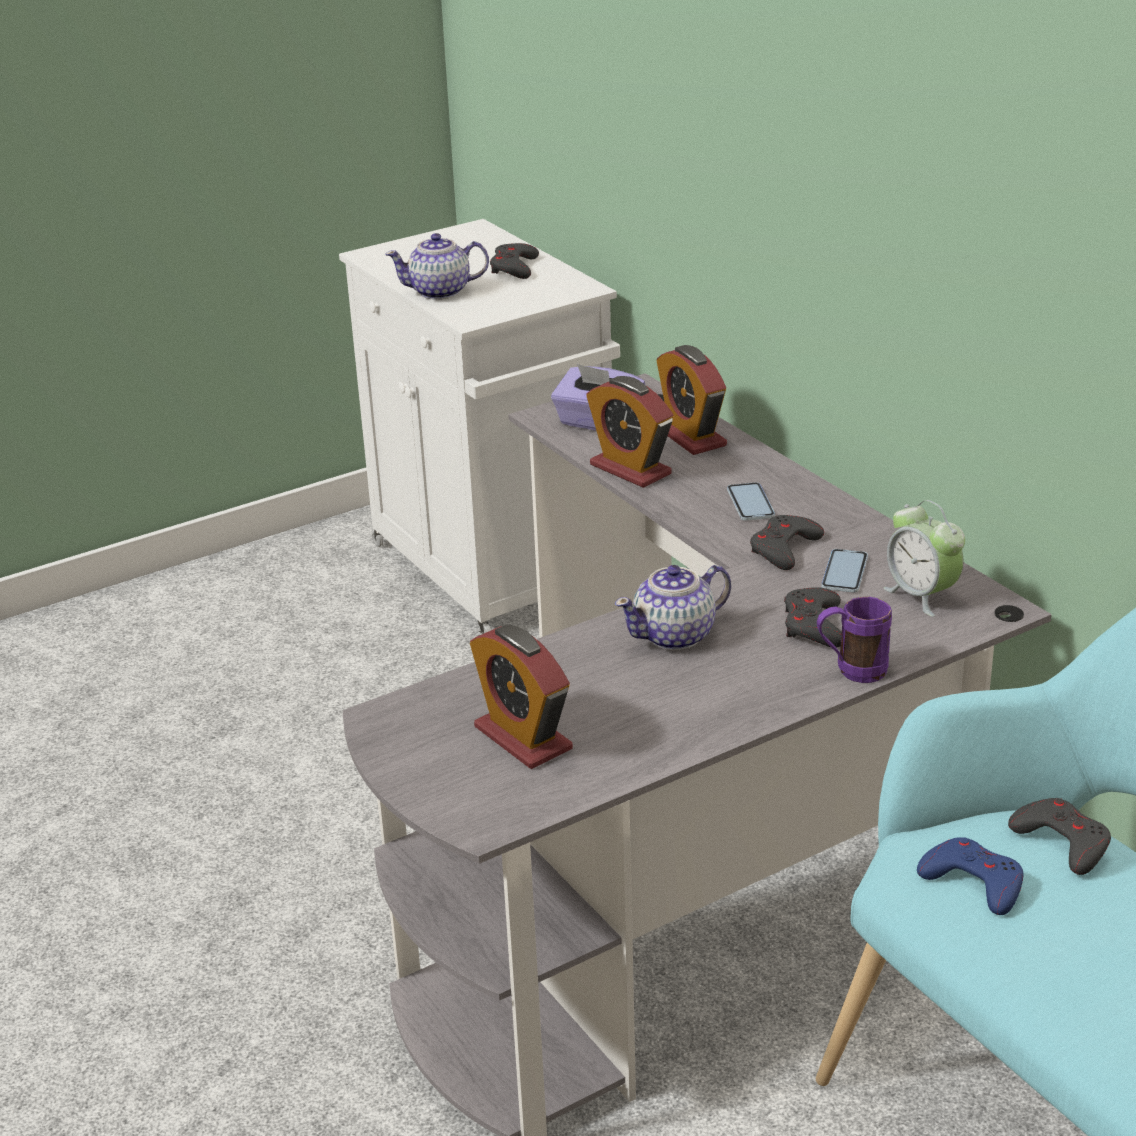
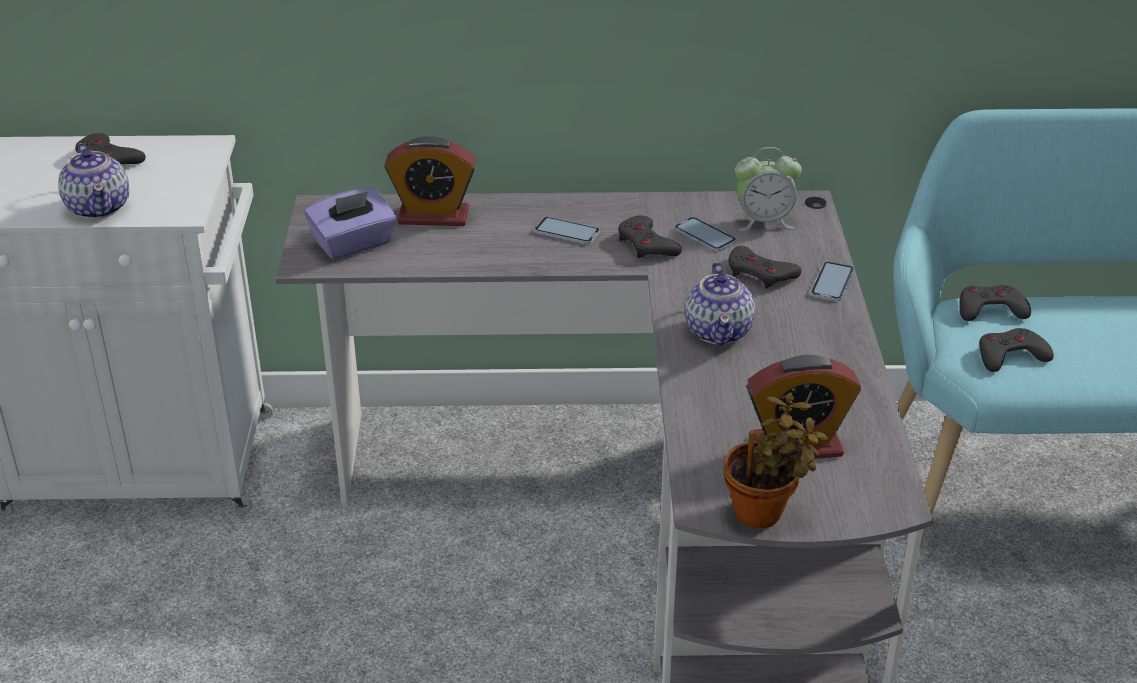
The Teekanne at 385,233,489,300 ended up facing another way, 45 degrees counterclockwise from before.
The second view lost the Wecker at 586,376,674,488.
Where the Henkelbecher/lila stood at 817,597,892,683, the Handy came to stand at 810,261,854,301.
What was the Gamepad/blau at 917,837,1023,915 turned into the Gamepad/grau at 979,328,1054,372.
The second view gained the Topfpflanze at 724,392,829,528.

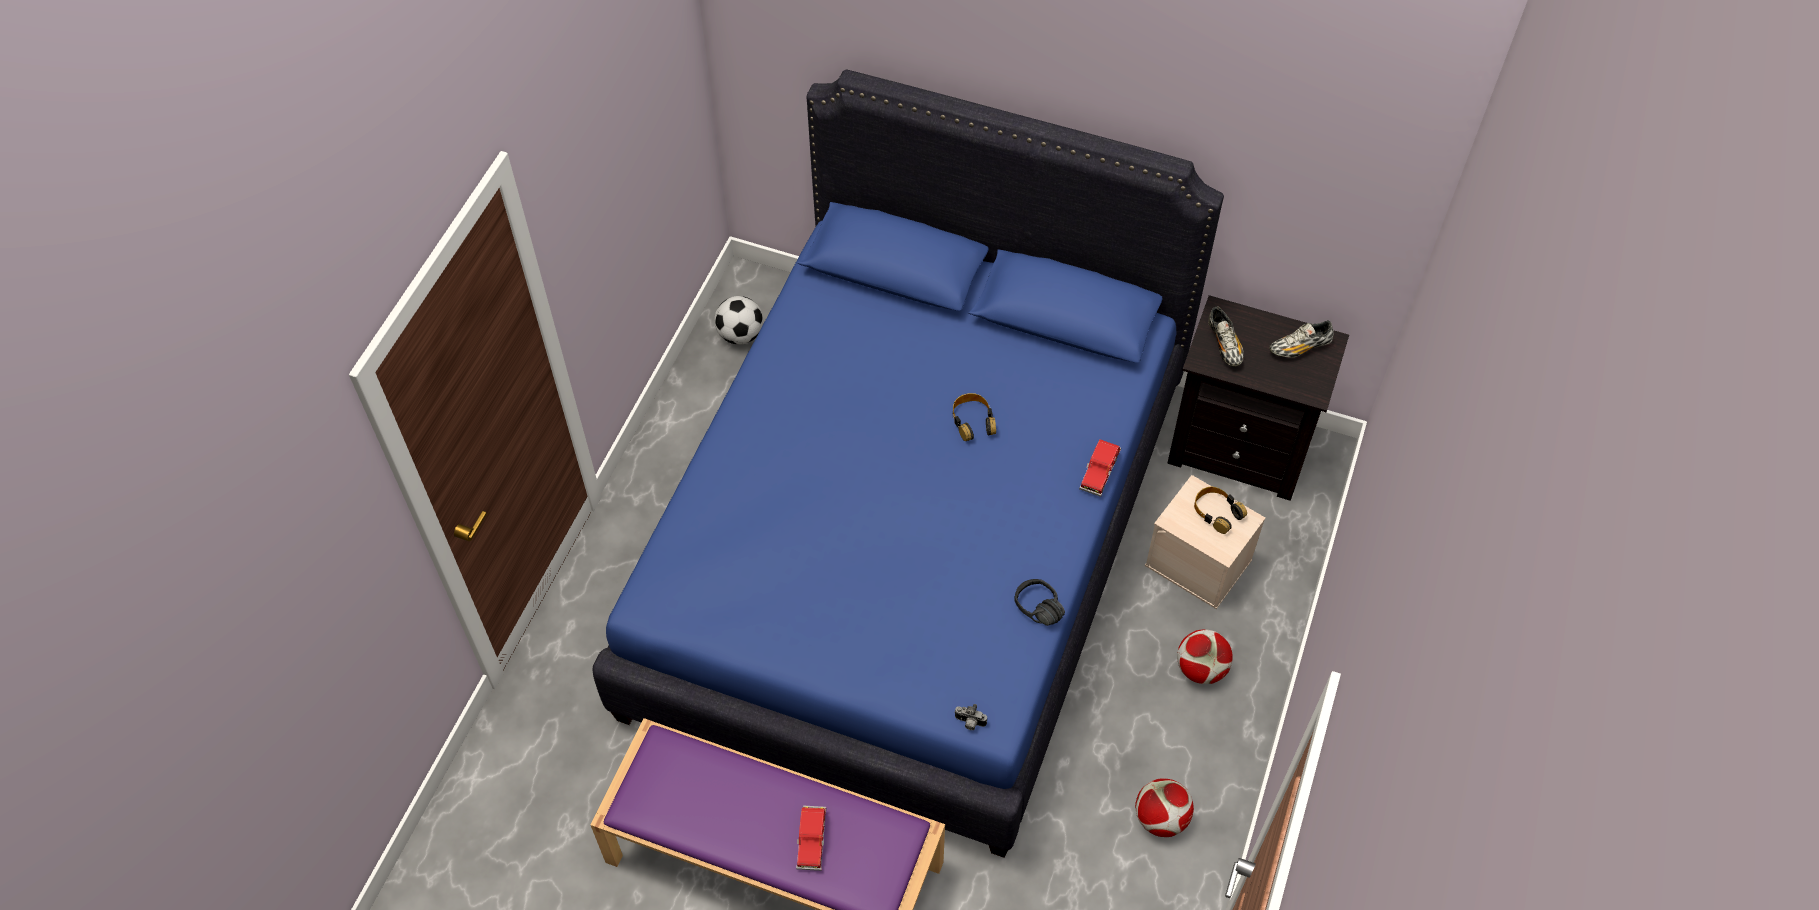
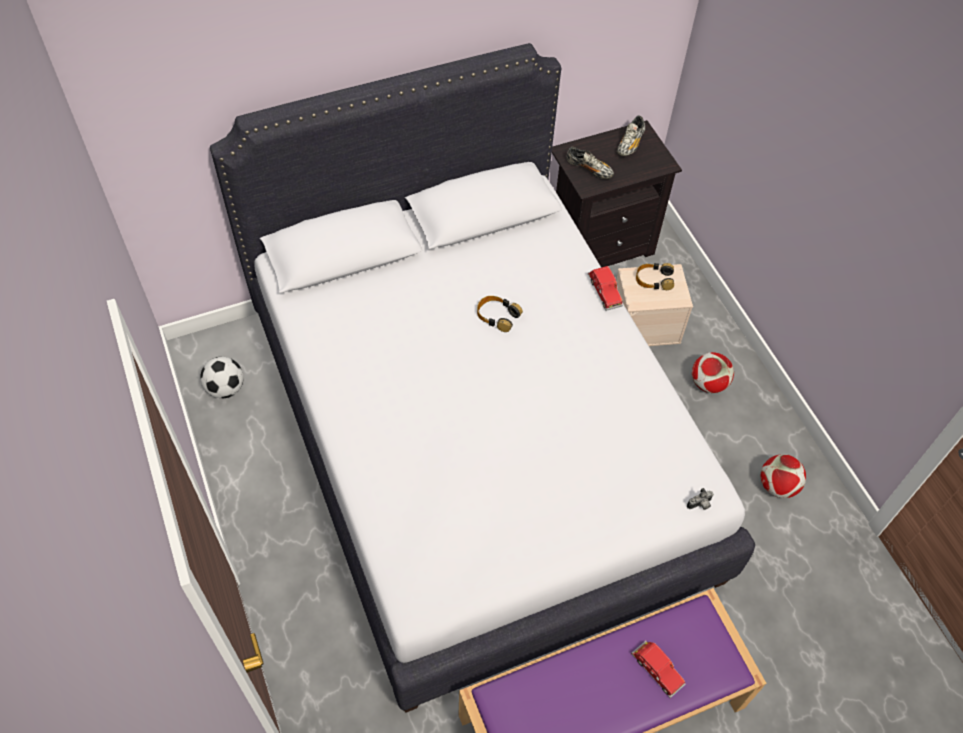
What was the Bett/blau at 592,69,1224,858 turned into the Bett/weiß at 210,43,755,713.
The second view lost the Kopfhörer/schwarz at 1014,579,1065,626.

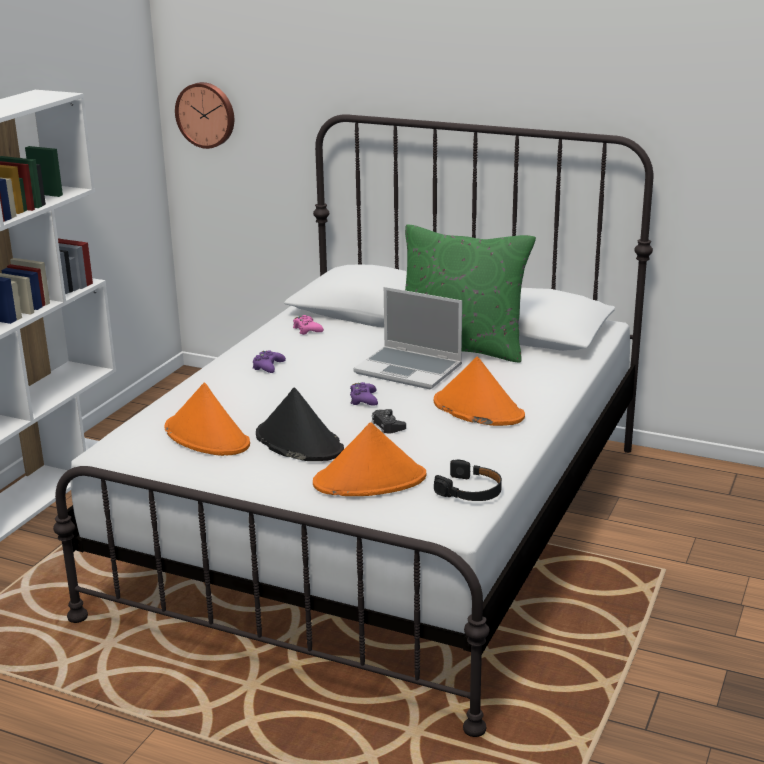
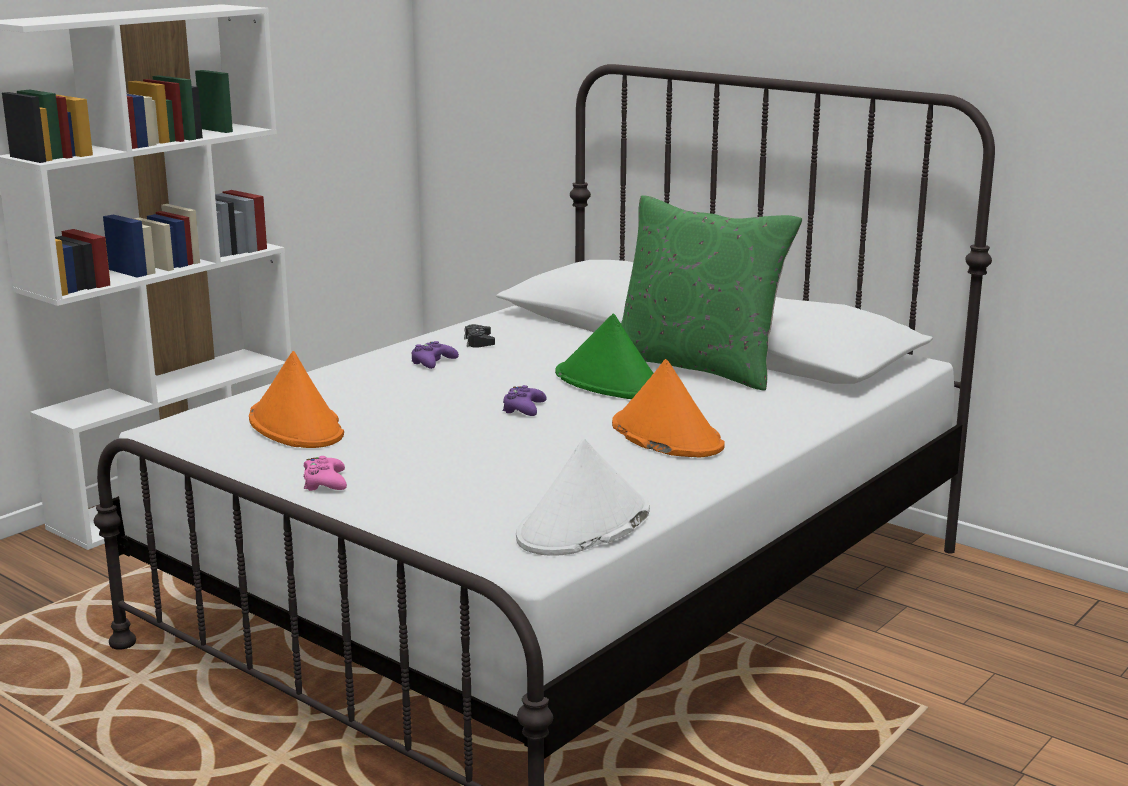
The second view lost the Wanduhr at 175,82,234,149.
Where the Laptop stood at 353,287,462,389, the Hut/grün came to stand at 555,314,653,399.
The Gamepad/rosa ended up elsewhere, having gone from 293,315,324,335 to 303,456,347,491.
The second view lost the Hut/schwarz at 256,388,344,461.
The Gamepad/schwarz ended up elsewhere, having gone from 372,409,406,434 to 464,324,495,348.
The second view lost the Hut/orange at 313,422,427,496.
Where the Kopfhörer/schwarz stood at 434,459,502,501, the Hut/weiß came to stand at 516,439,650,556.

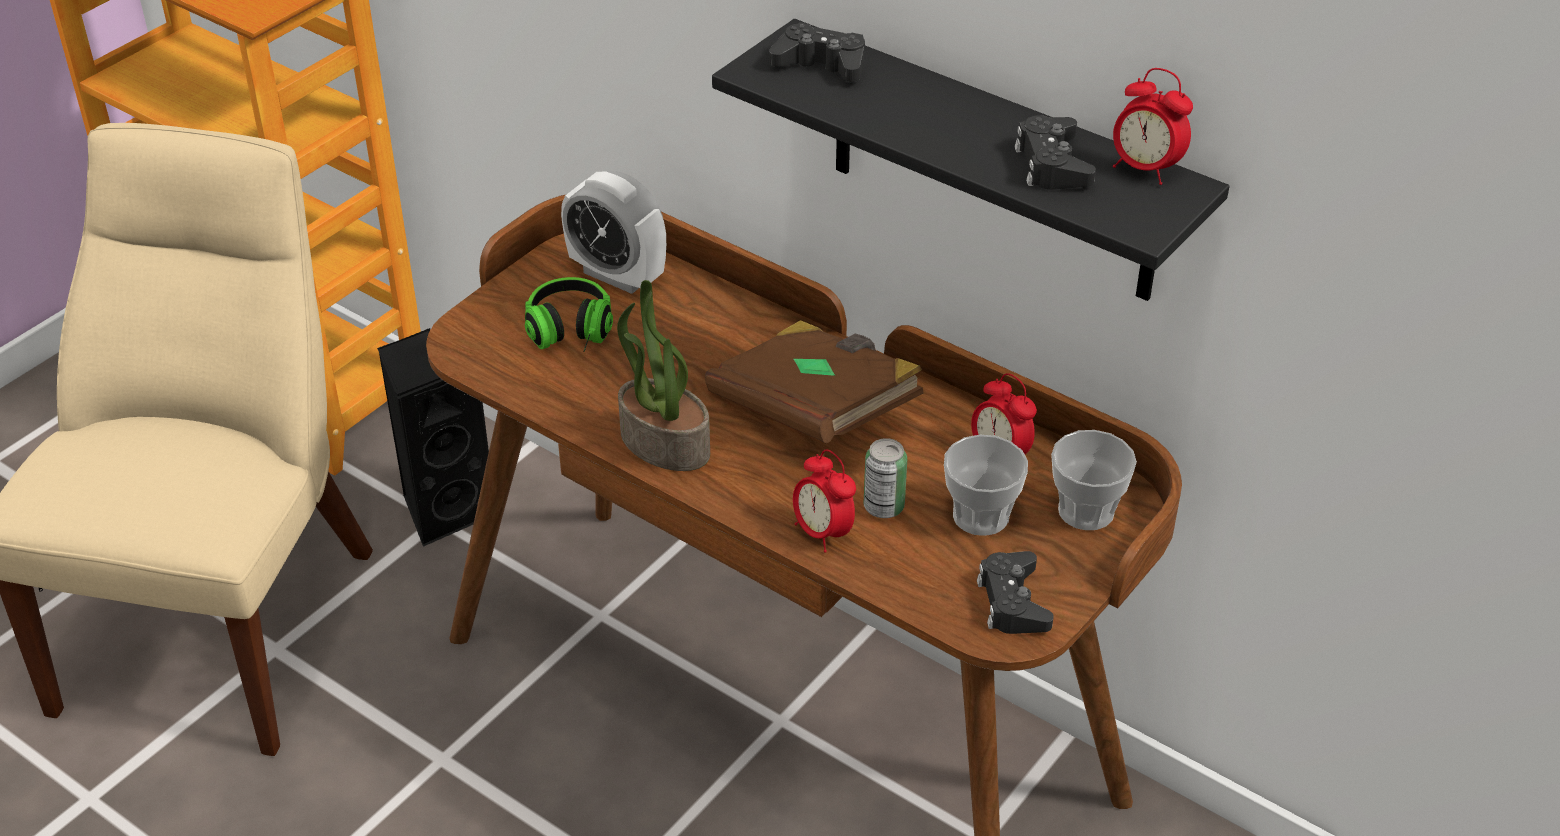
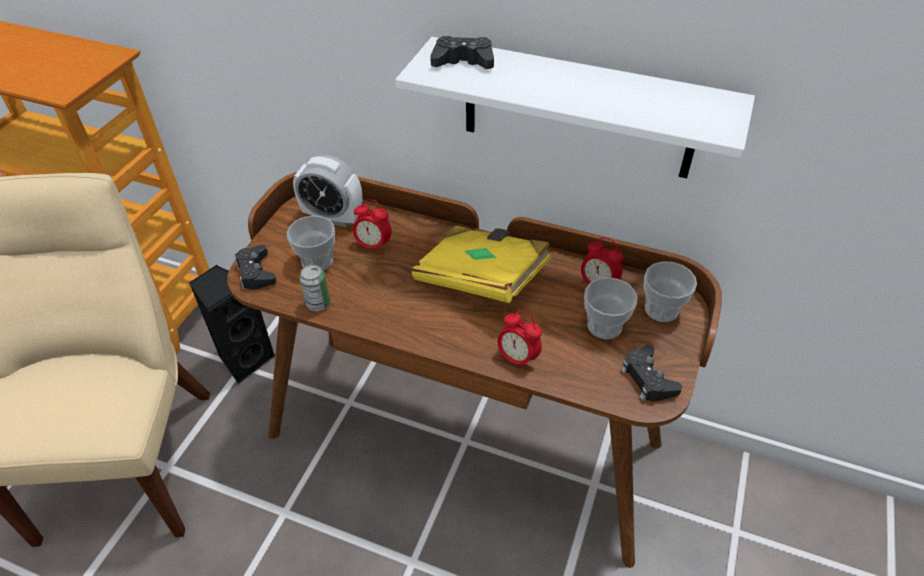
What was the Wandregal/schwarz at 712,19,1229,301 turned into the Wandregal/weiß at 395,37,755,178.
The Wecker ended up elsewhere, having gone from 1113,68,1193,185 to 353,199,392,254.
The Gamepad/schwarz ended up elsewhere, having gone from 1015,115,1096,190 to 234,245,277,290.
Where the Kopfhörer stood at 525,277,613,352, the Tasse came to stand at 287,215,335,271.
The second view lost the Topfpflanze at 617,280,710,471.
What was the Buch/braun at 705,320,923,444 turned into the Buch/gelb at 411,226,551,303.
The Dose ended up elsewhere, having gone from 864,438,907,518 to 299,264,330,311.

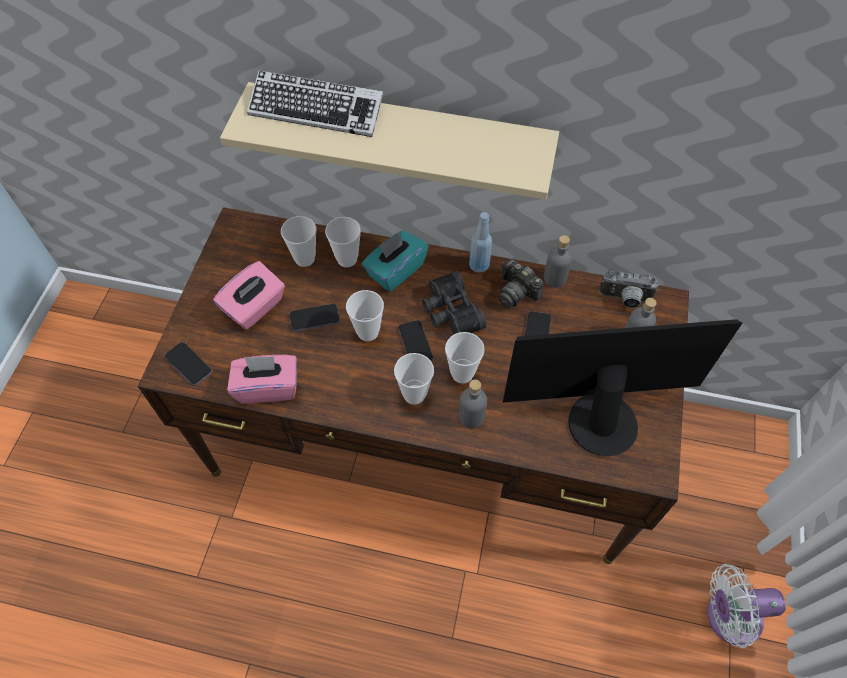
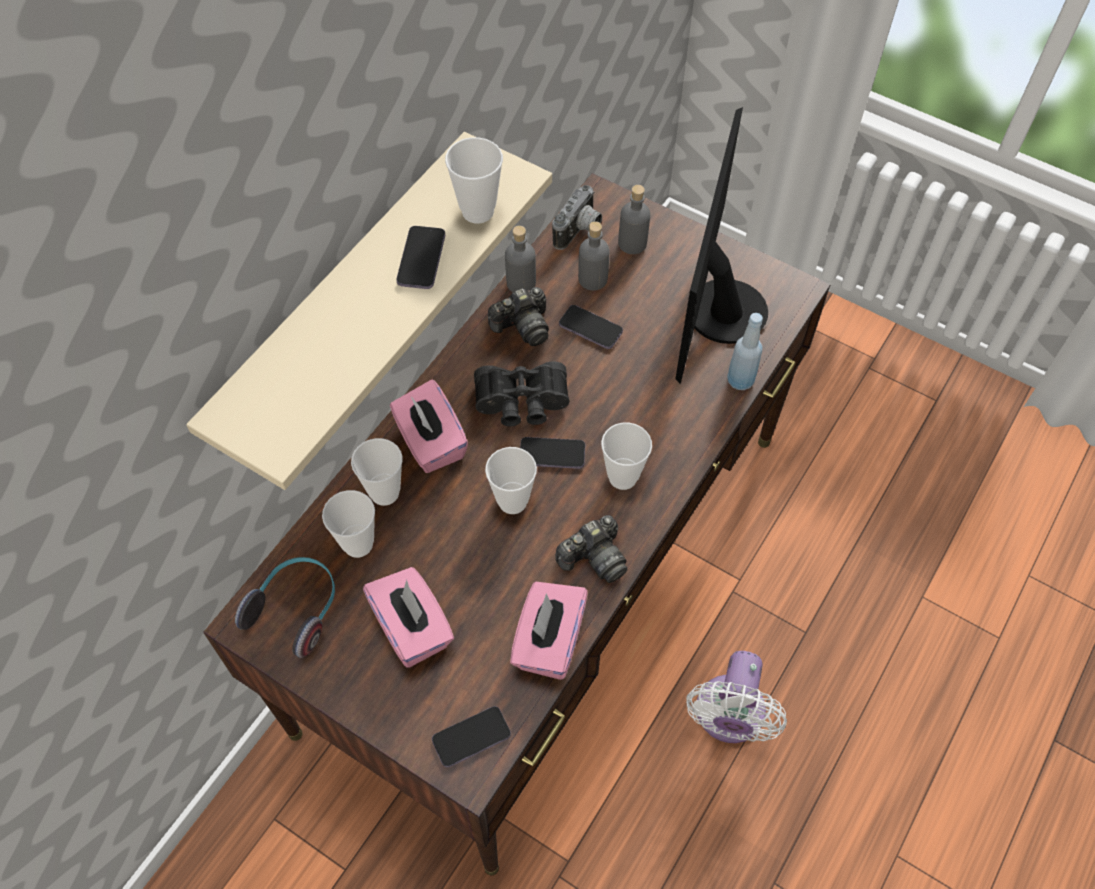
The second view lost the Tastatur at 247,70,383,137.
The Flasche/blau ended up elsewhere, having gone from 469,212,492,273 to 727,313,763,390.
What was the Taschentuchbox/türkis at 362,230,429,292 turned into the Taschentuchbox/rosa at 390,379,468,473.
The Handy ended up elsewhere, having gone from 289,304,340,331 to 396,226,445,289.
The Tasse ended up elsewhere, having gone from 445,332,485,384 to 445,137,503,224.
The Flasche/grau ended up elsewhere, having gone from 459,379,487,429 to 578,221,609,291.
The Ventilator/weiß ended up elsewhere, having gone from 708,564,786,648 to 686,651,787,743.
The second view gained the Kamera at 555,515,628,583.
The second view gained the Kopfhörer at 235,557,335,658.

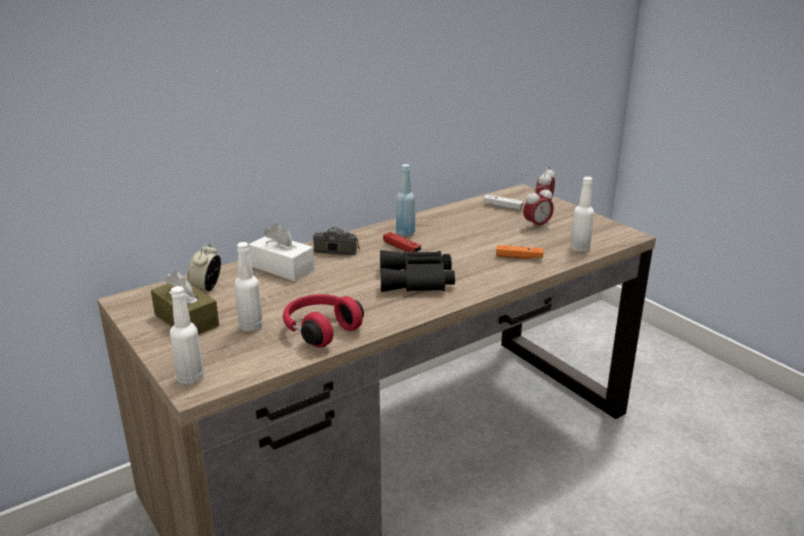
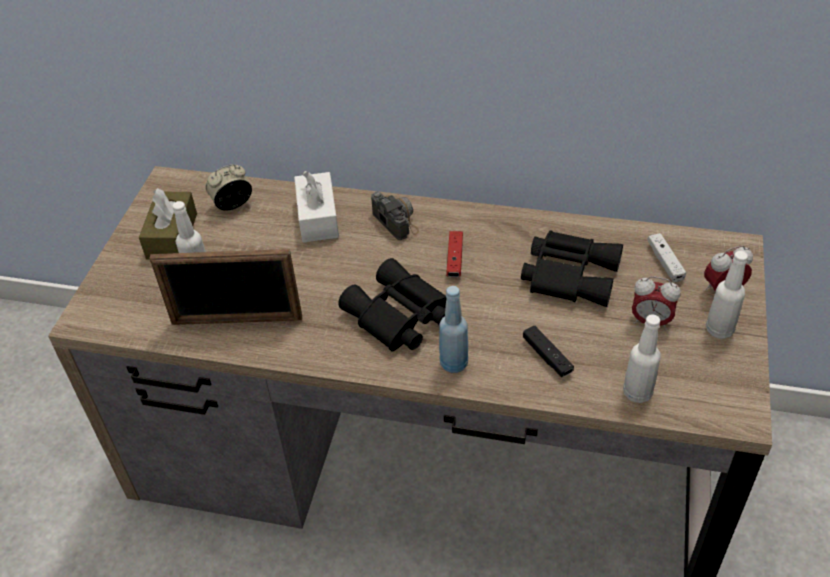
The Flasche/blau ended up elsewhere, having gone from 396,164,415,237 to 439,286,468,373.
What was the Gamepad/orange at 496,245,544,259 turned into the Gamepad/schwarz at 523,326,574,377.
The Flasche/weiß ended up elsewhere, having gone from 170,286,204,385 to 706,251,748,339.
Where the Kopfhörer/rot stood at 283,294,364,348, the Bilderrahmen came to stand at 149,249,302,325.
The second view gained the Fernglas/schwarz at 521,230,623,307.

